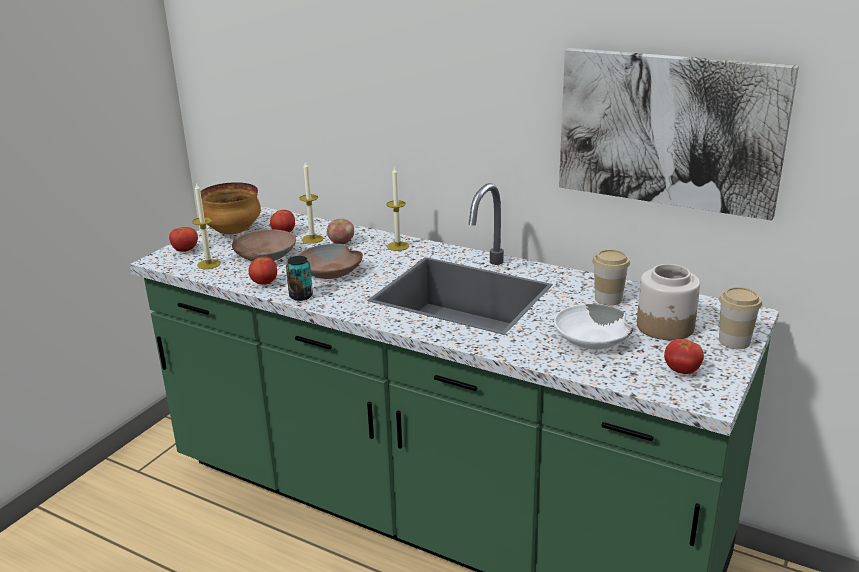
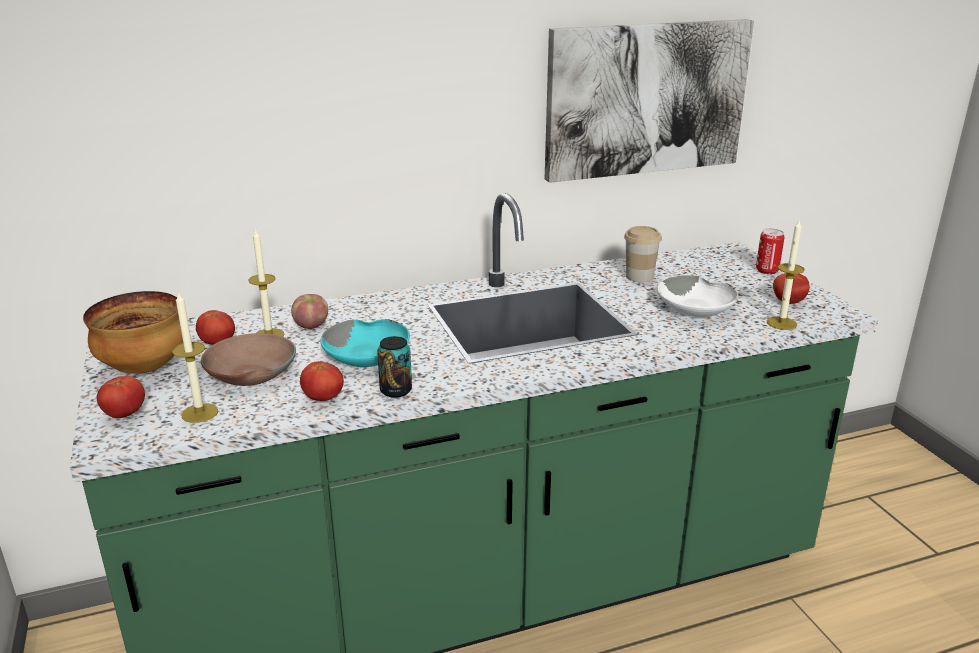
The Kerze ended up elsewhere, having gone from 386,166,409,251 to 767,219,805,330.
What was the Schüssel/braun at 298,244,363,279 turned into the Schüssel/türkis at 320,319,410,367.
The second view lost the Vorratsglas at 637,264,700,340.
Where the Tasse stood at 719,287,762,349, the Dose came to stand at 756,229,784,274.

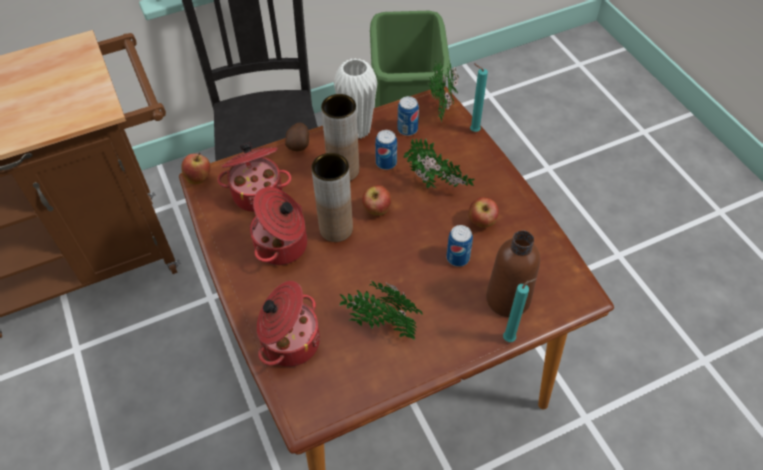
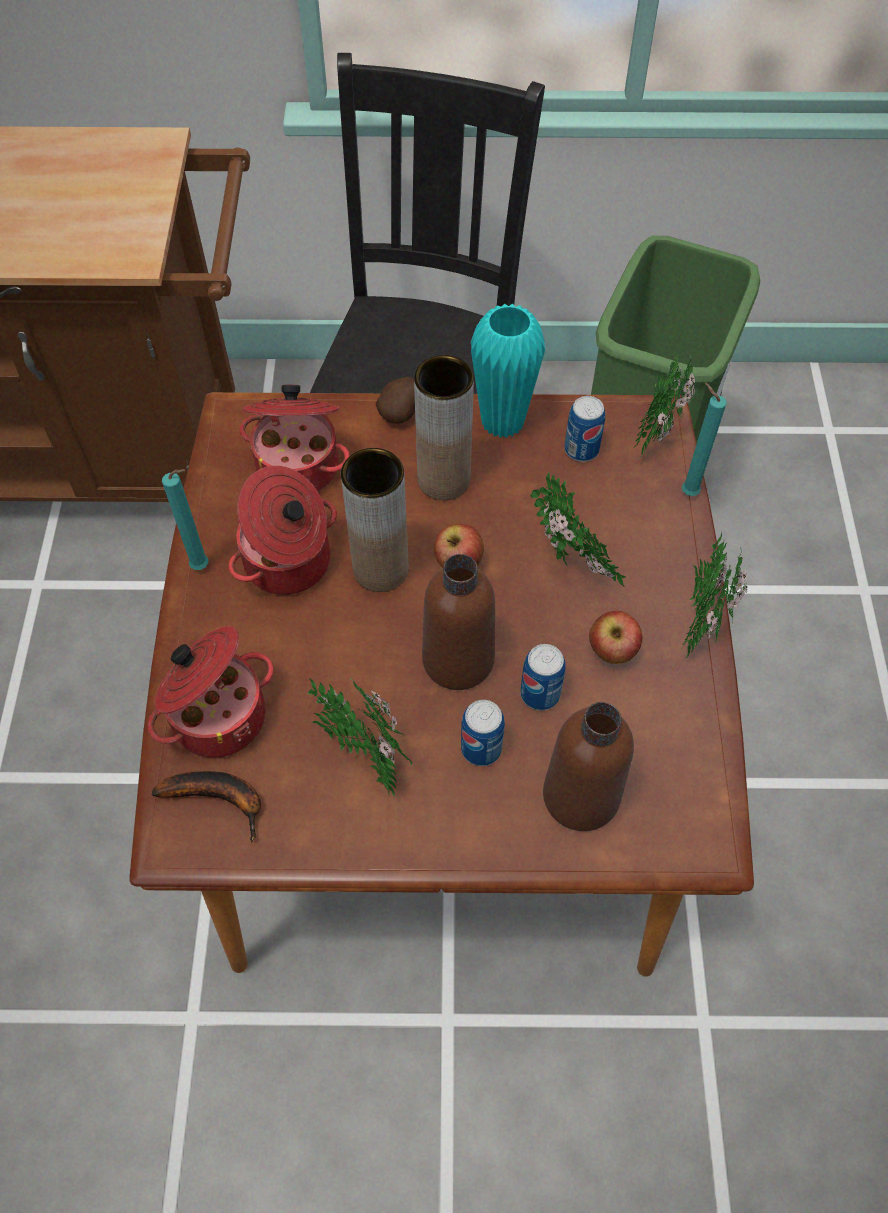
What was the Vase/weiß at 334,58,377,139 turned into the Vase/türkis at 471,304,545,438.
The Dose ended up elsewhere, having gone from 375,130,397,170 to 461,700,505,766.
The second view lost the Apfel at 181,153,211,184.
The Kerze/türkis ended up elsewhere, having gone from 503,279,536,342 to 162,469,209,570.
The second view gained the Topfpflanze at 682,532,747,658.
The second view gained the Flasche/braun at 422,554,495,690.
The second view gained the Banane at 152,771,261,842.

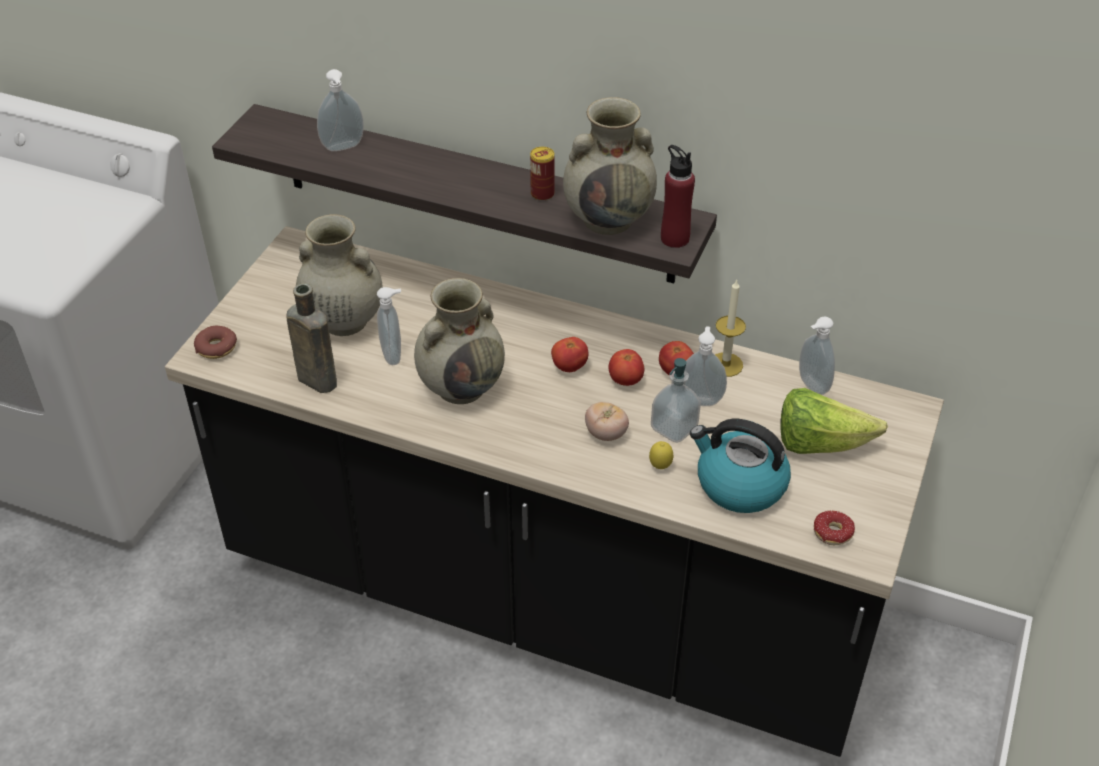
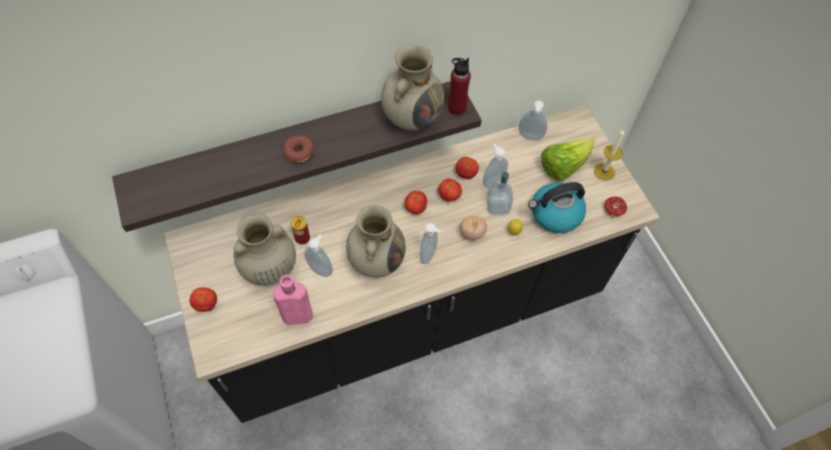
The Seifenspender ended up elsewhere, having gone from 317,69,364,151 to 420,223,441,264.
The Dose ended up elsewhere, having gone from 530,147,555,201 to 291,216,310,245.
The Kerze ended up elsewhere, having gone from 715,279,746,377 to 594,129,625,181.
What was the Flasche/braun at 286,283,337,393 turned into the Flasche/rosa at 273,275,313,325.
The Donut ended up elsewhere, having gone from 194,326,237,359 to 283,135,314,163.
The second view gained the Tomate at 190,288,217,312.

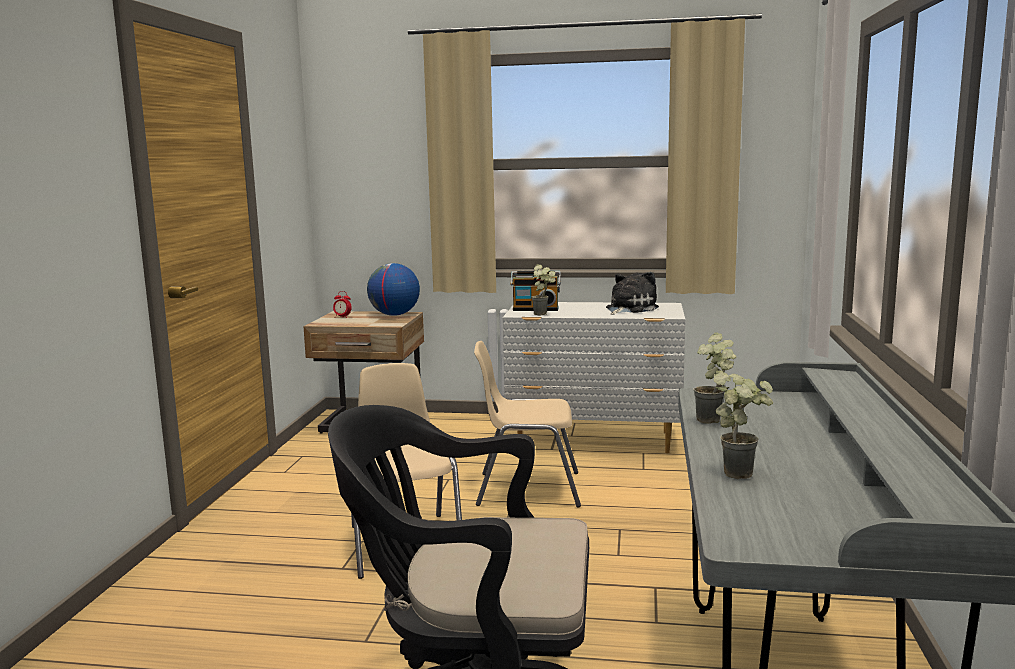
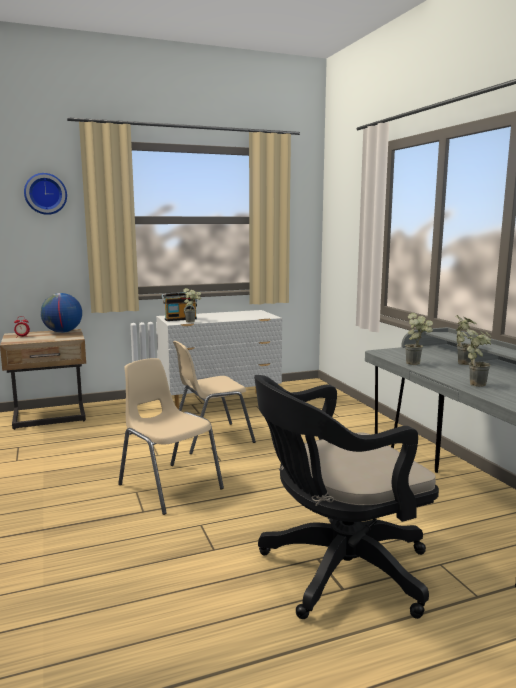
The second view lost the Plüschtier at 606,272,659,315.
The second view gained the Wanduhr at 24,173,67,215.
The second view gained the Topfpflanze at 455,315,477,365.

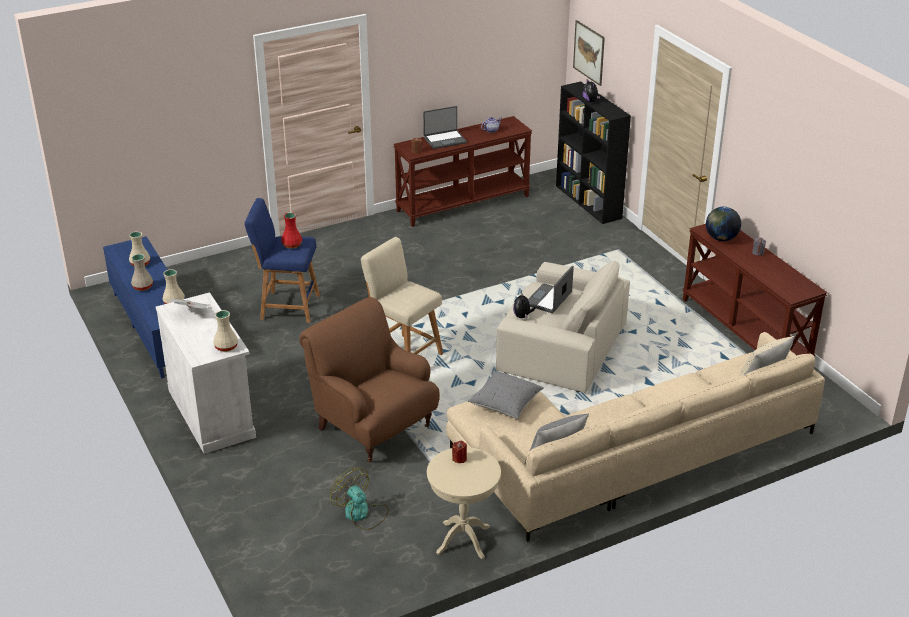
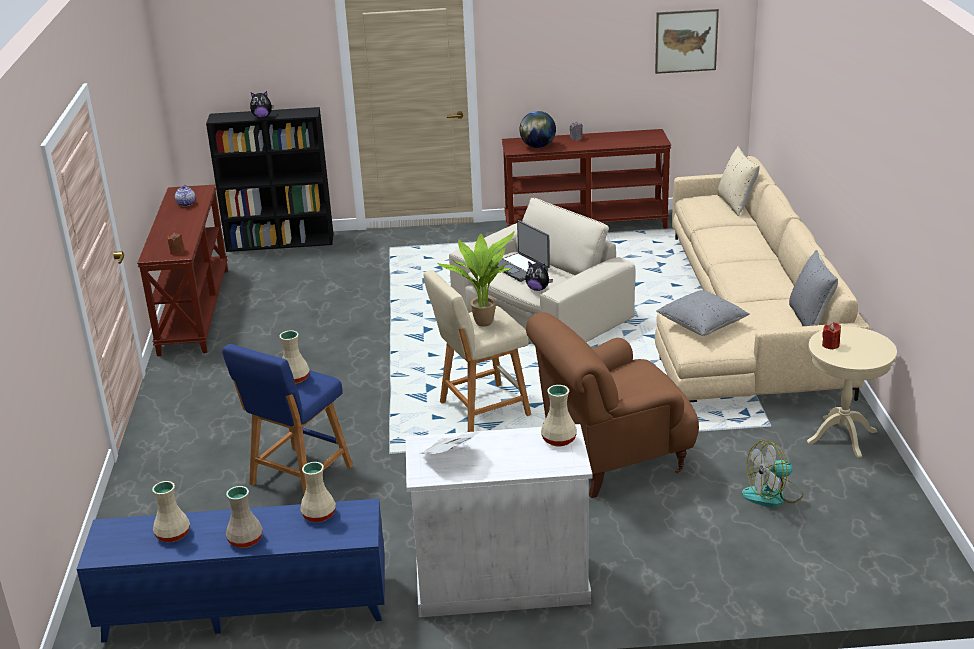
The Bild ended up elsewhere, having gone from 573,20,605,86 to 655,9,719,74.
The second view lost the Laptop at 423,106,467,149.
What was the Vase/rot at 281,212,302,249 turned into the Vase/beige at 280,331,310,384.
The second view gained the Topfpflanze at 438,231,515,327.

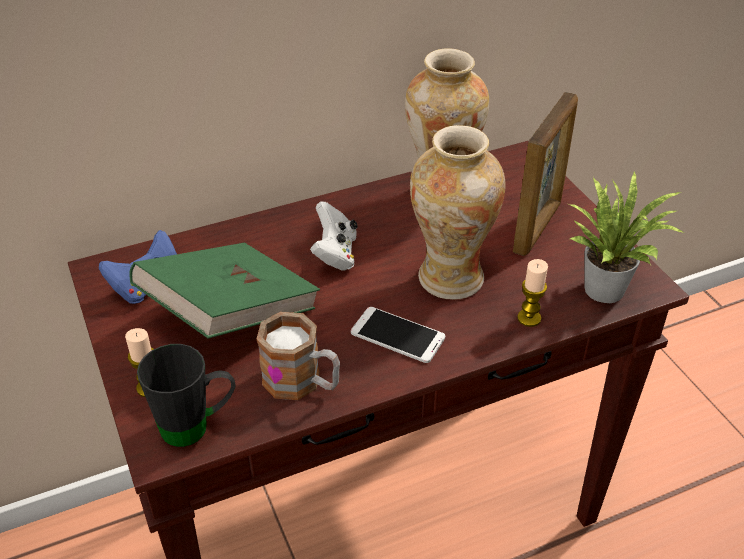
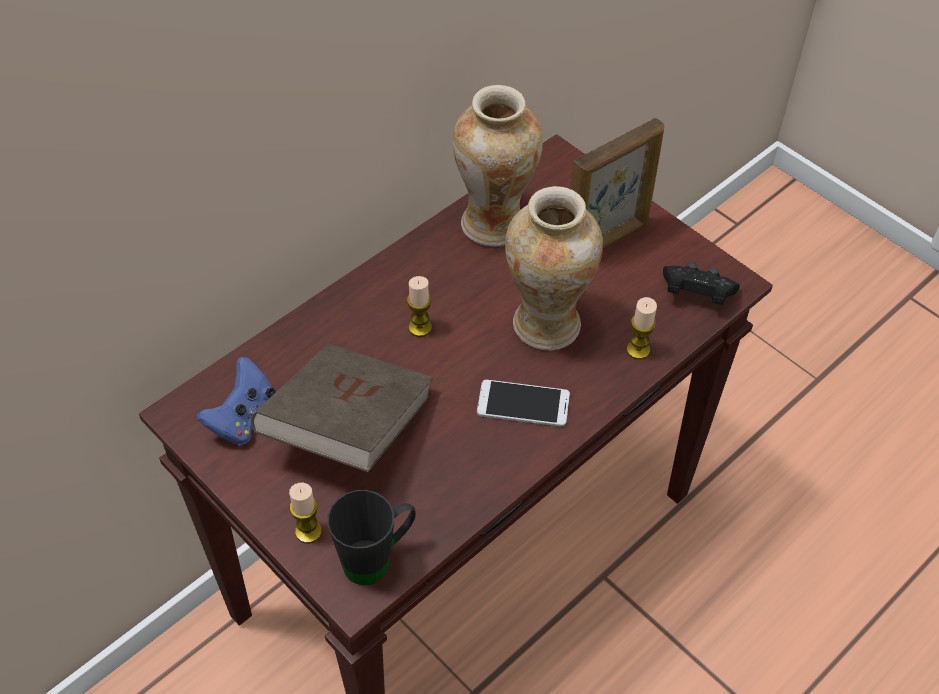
The Bilderrahmen at 513,92,578,256 ended up facing another way, 45 degrees clockwise from before.
Where the Topfpflanze stood at 569,171,684,303, the Gamepad/schwarz came to stand at 663,262,740,305.
Where the Gamepad/weiß stood at 310,201,357,270, the Kerze came to stand at 407,276,432,337.
What was the Buch/grün at 129,243,320,339 turned into the Buch/braun at 251,343,433,472.
The second view lost the Henkelbecher at 257,312,340,400.

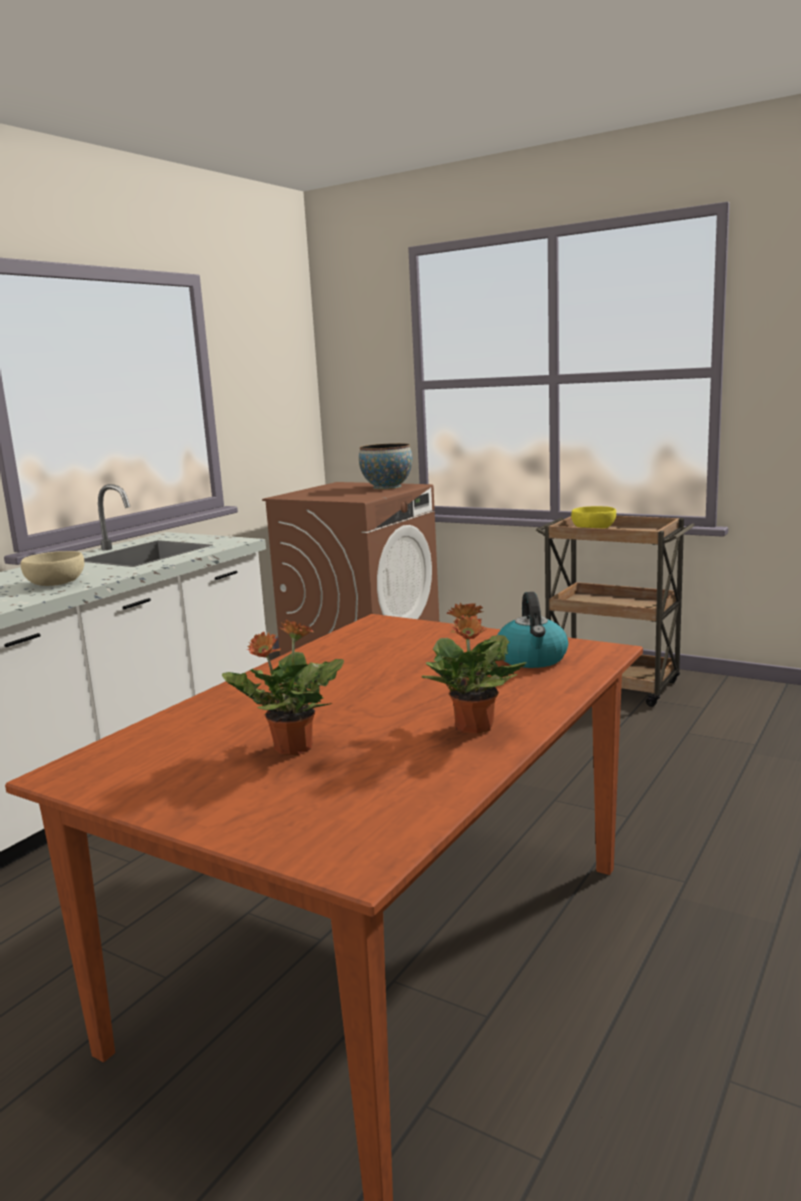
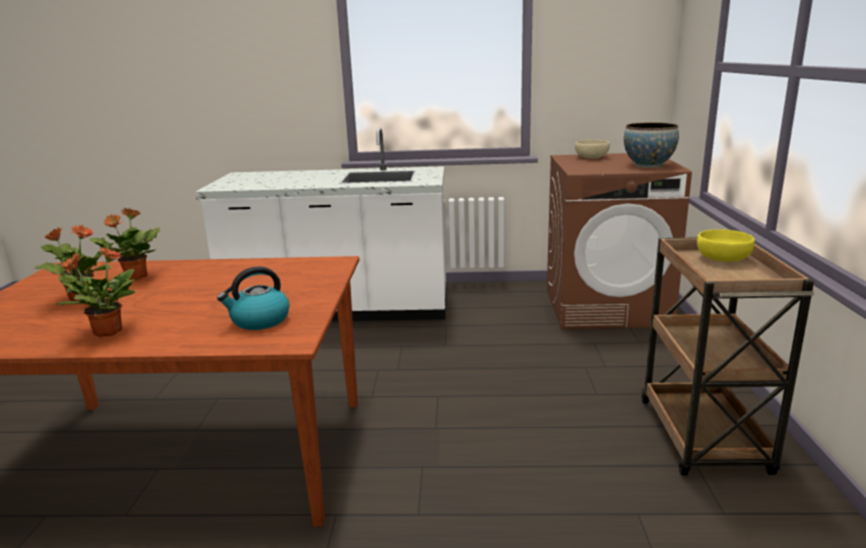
The Schüssel/beige ended up elsewhere, having gone from 21,551,84,586 to 575,140,610,159.
The second view gained the Topfpflanze at 90,208,161,280.

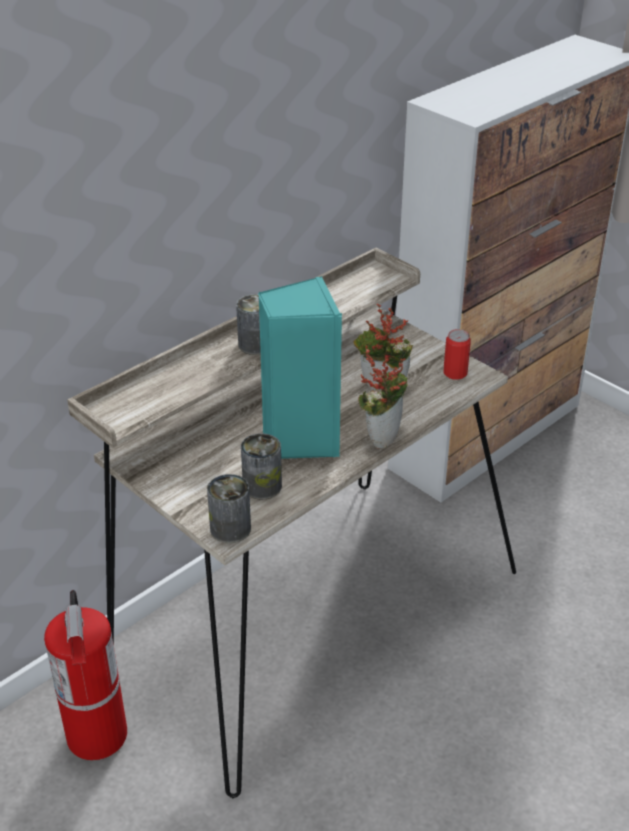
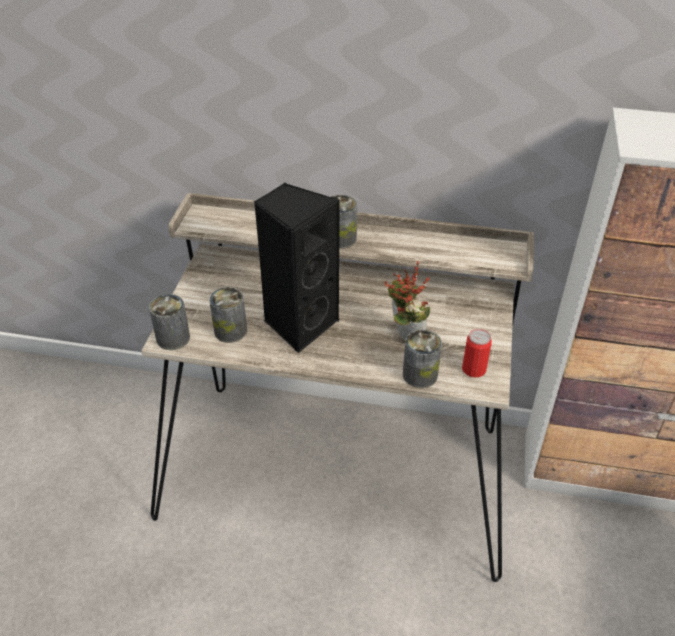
What was the Lautsprecher/türkis at 258,276,342,459 turned into the Lautsprecher/schwarz at 254,182,340,353.
The second view lost the Topfpflanze at 359,346,408,449.
The second view lost the Feuerlöscher at 44,590,127,760.
The second view gained the Dose at 403,329,442,388.

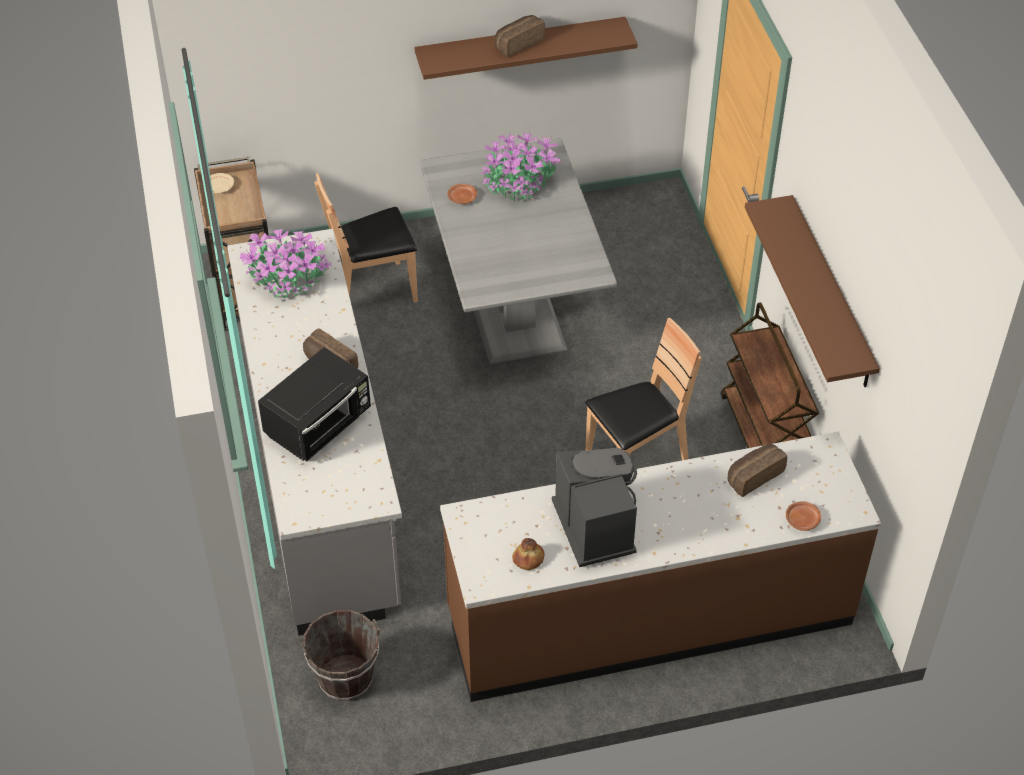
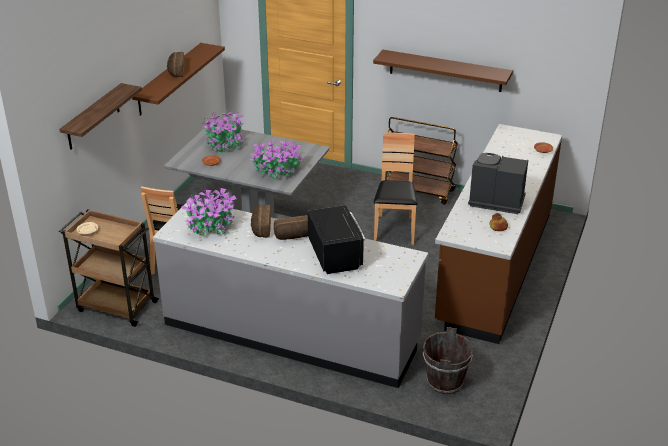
The Brot ended up elsewhere, having gone from 728,444,787,497 to 251,205,271,238.
The second view gained the Wandregal at 60,83,142,150.
The second view gained the Topfpflanze at 250,138,304,179.

